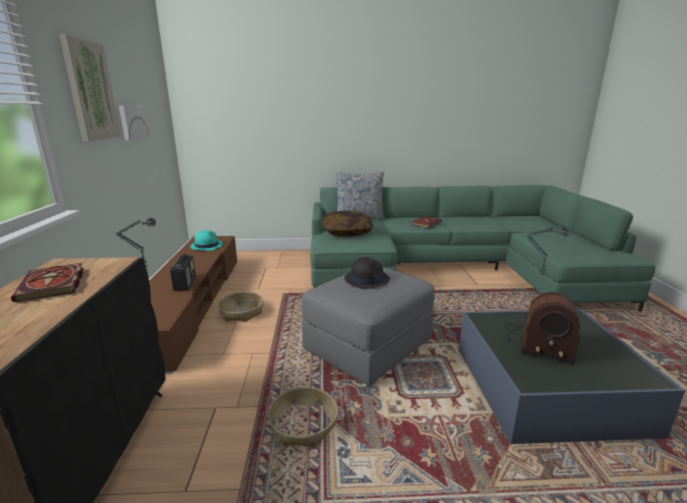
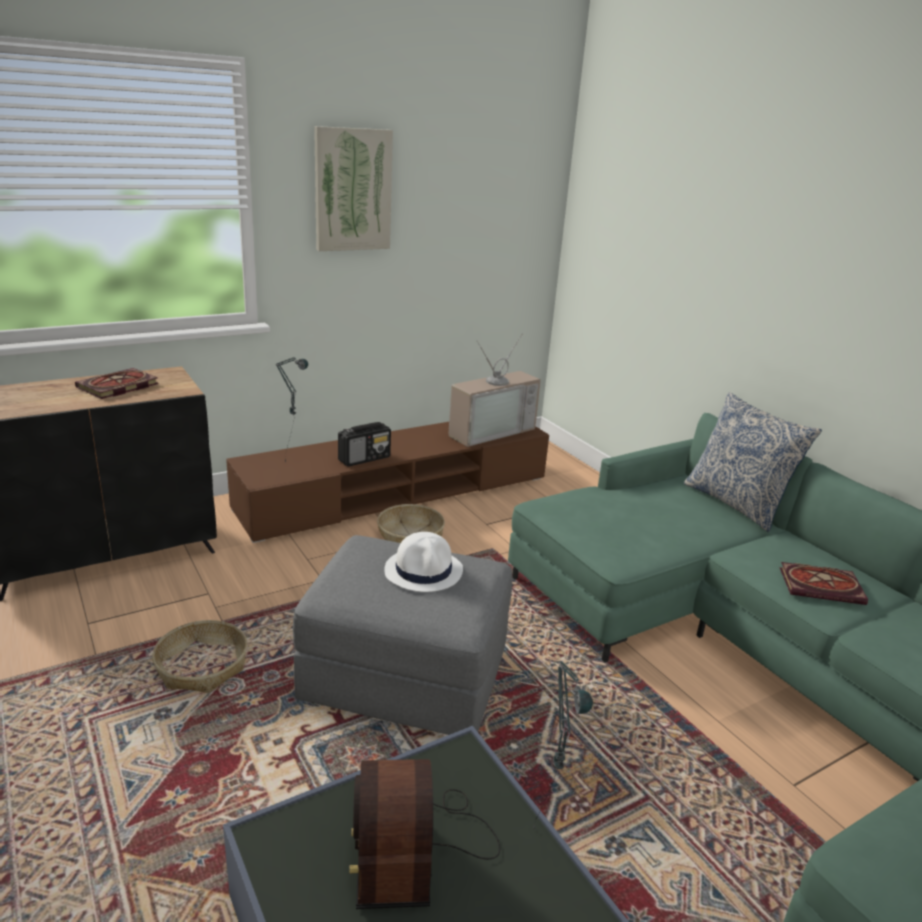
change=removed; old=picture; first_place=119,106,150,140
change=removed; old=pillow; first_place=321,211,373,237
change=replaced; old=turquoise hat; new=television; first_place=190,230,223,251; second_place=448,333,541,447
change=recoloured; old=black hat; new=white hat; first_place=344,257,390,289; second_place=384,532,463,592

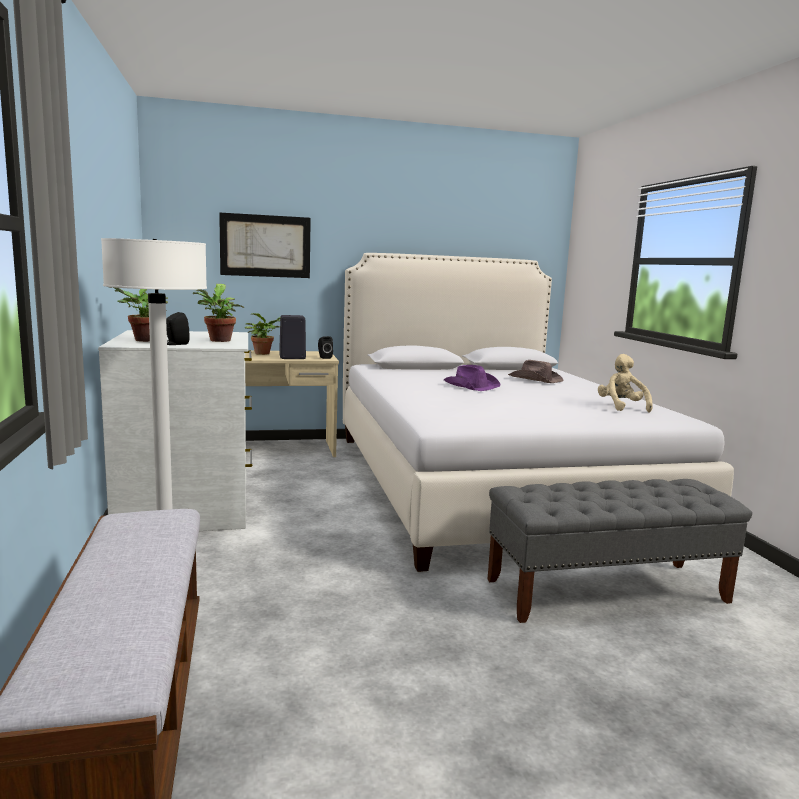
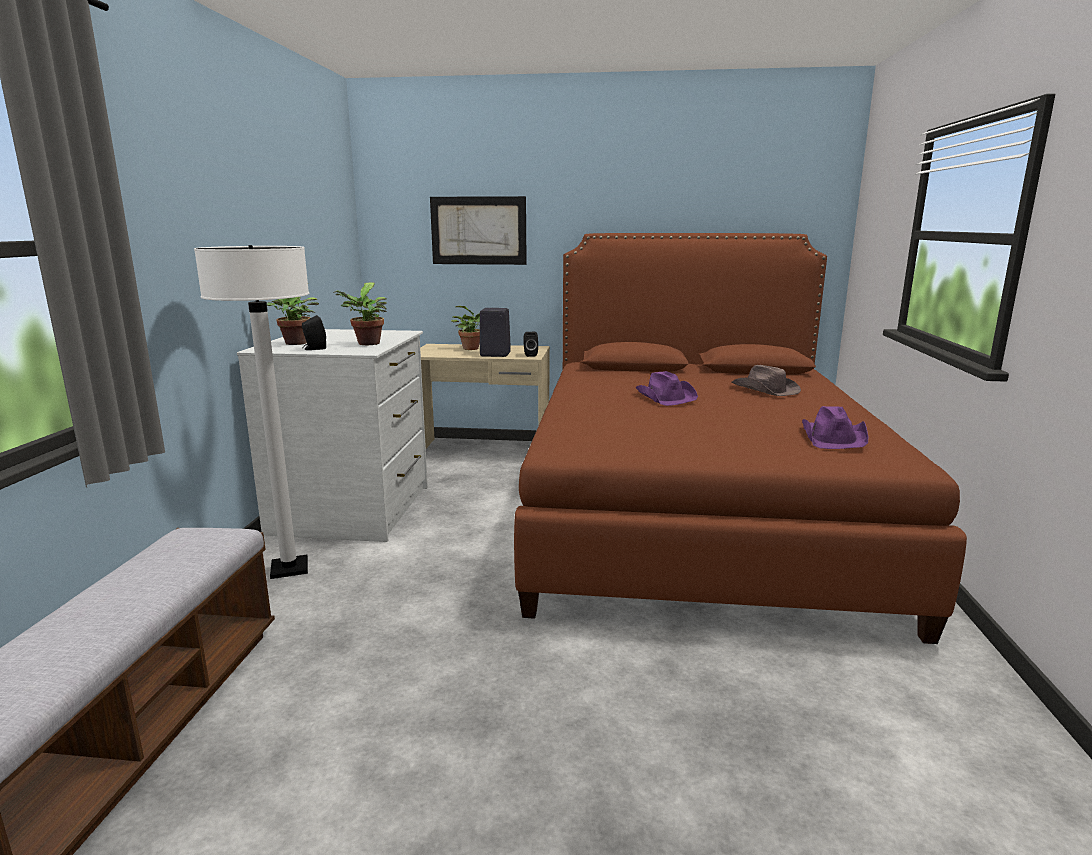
change=removed; old=grey bench; first_place=487,479,752,623
change=replaced; old=beige plush toy; new=purple hat; first_place=598,354,653,413; second_place=802,406,868,449
change=recoloured; old=white bed; new=brown bed; first_place=343,253,734,572; second_place=514,233,967,644

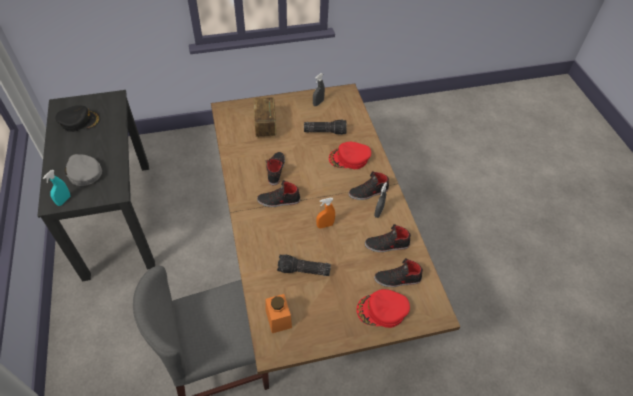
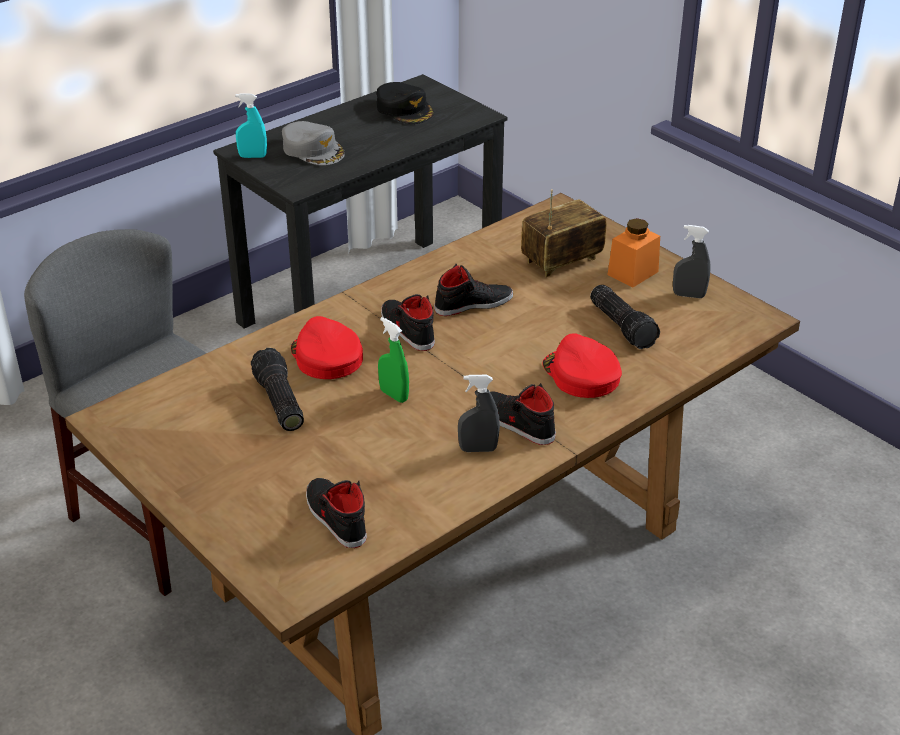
change=removed; old=black shoe; first_place=365,224,411,252
change=moved; old=orange jar; first_place=265,294,292,333; second_place=608,218,660,288
change=moved; old=red cap; first_place=356,289,410,328; second_place=291,316,363,379
change=recoloured; old=orange spray bottle; new=green spray bottle; first_place=316,198,335,228; second_place=378,317,409,403
change=turned; old=grey cap; first_place=65,154,102,186; second_place=282,121,345,165; degrees=120

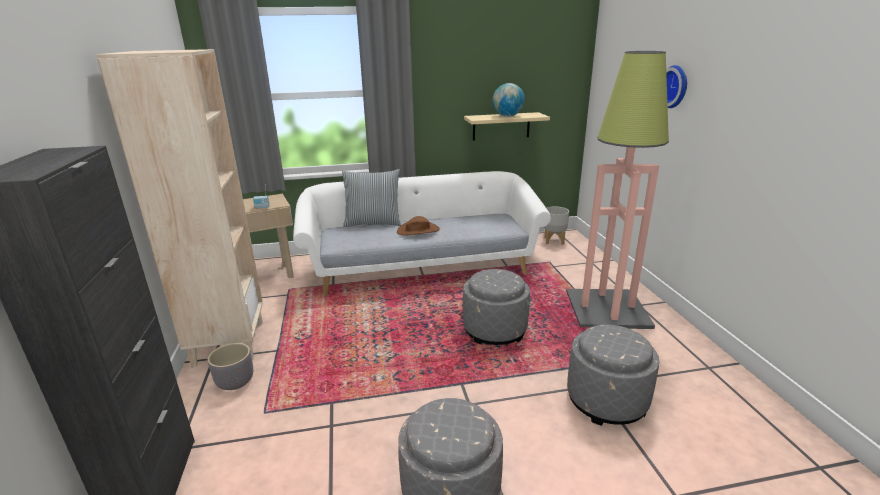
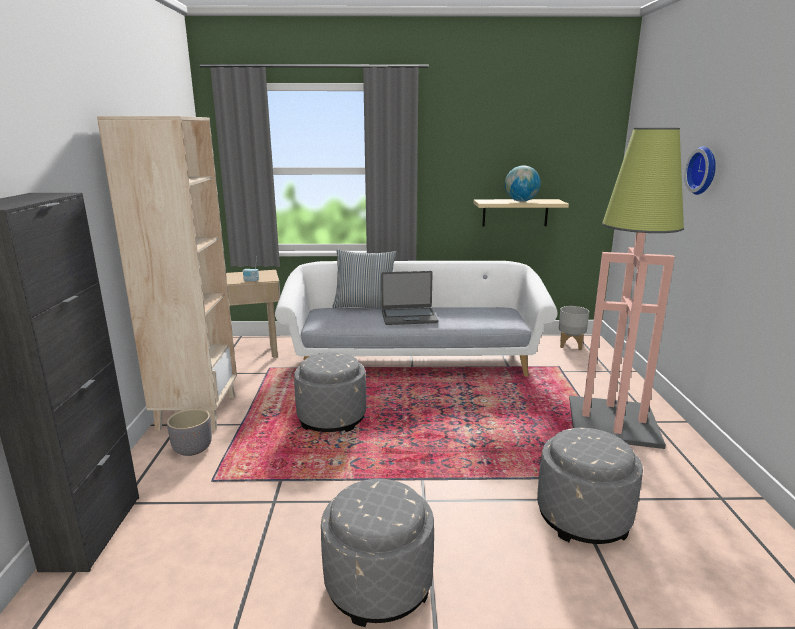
change=moved; old=grey ottoman; first_place=463,269,530,345; second_place=294,352,366,432
change=replaced; old=brown hat; new=laptop; first_place=397,216,440,235; second_place=381,271,438,325

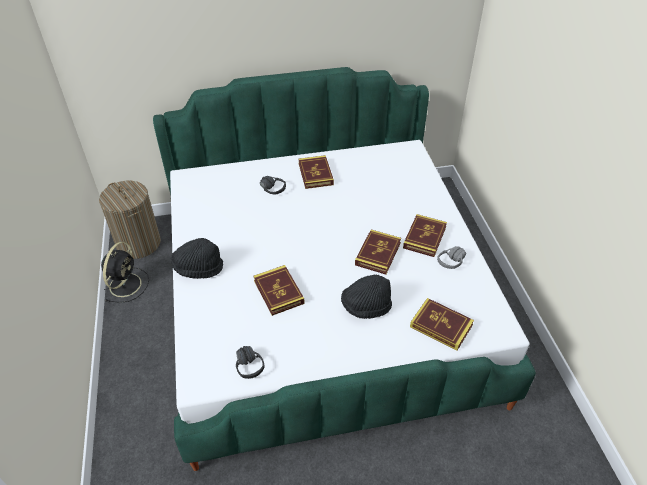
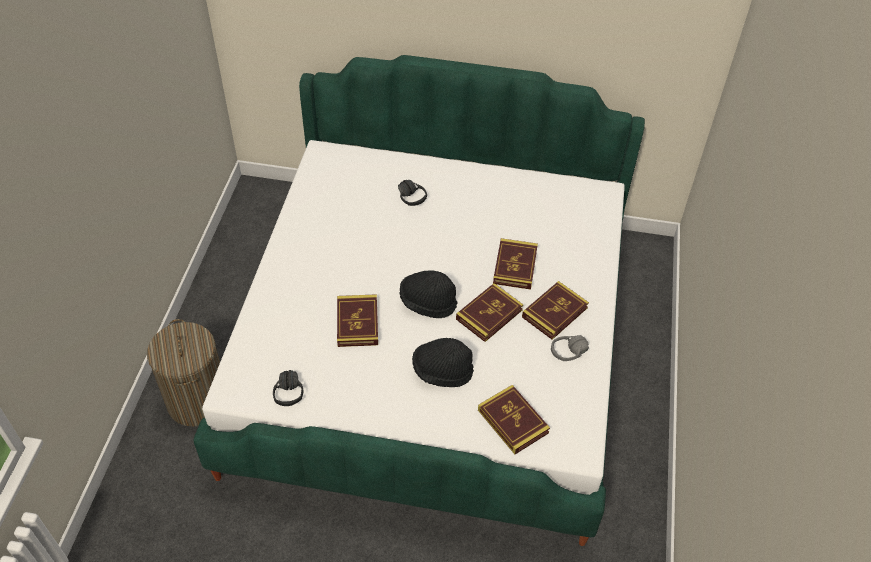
change=removed; old=black fan; first_place=101,242,149,303
change=moved; old=laundry basket; first_place=99,181,161,259; second_place=147,319,220,427
change=moved; old=black hat; first_place=171,238,223,279; second_place=400,270,458,318
change=moved; old=book; first_place=298,155,334,189; second_place=493,238,538,290

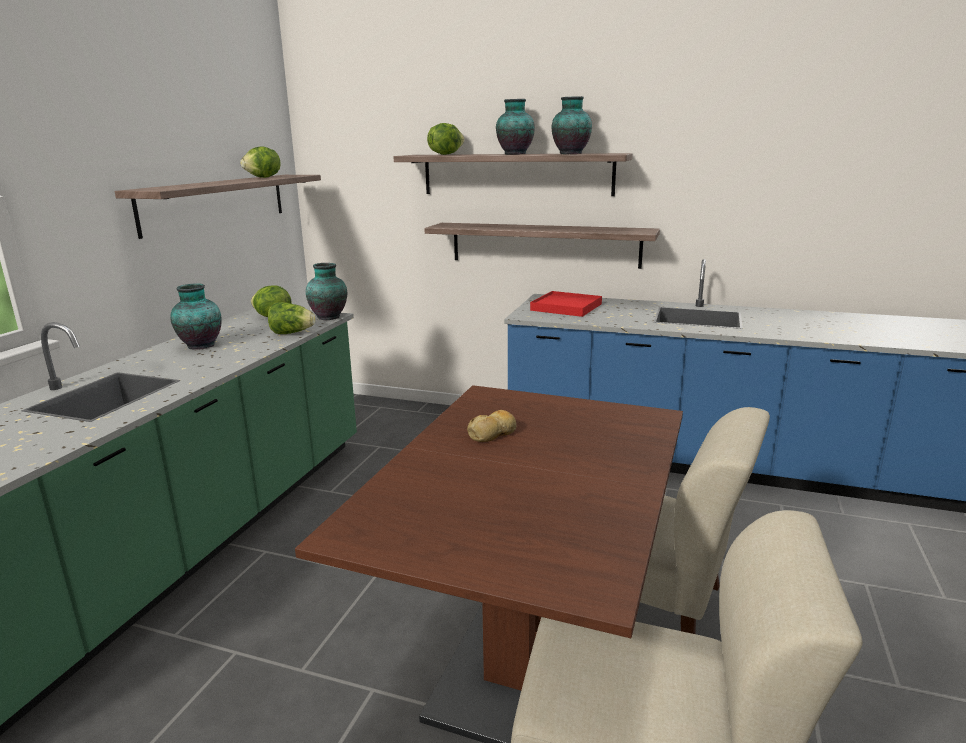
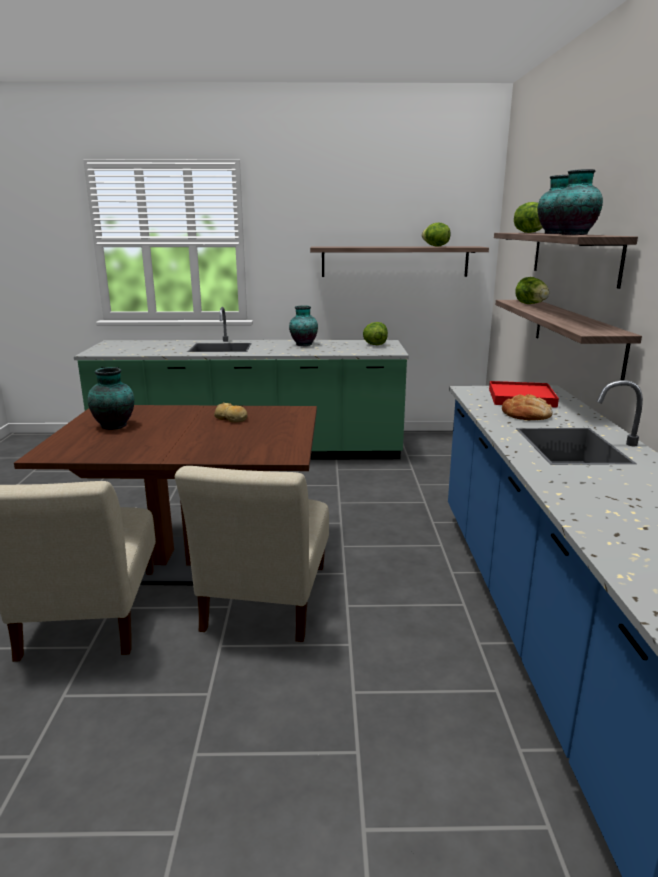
change=added; new=bread; second_place=502,394,553,420
change=moved; old=lettuce; first_place=268,302,316,334; second_place=515,277,549,304
change=moved; old=vase; first_place=306,263,347,320; second_place=87,367,135,430

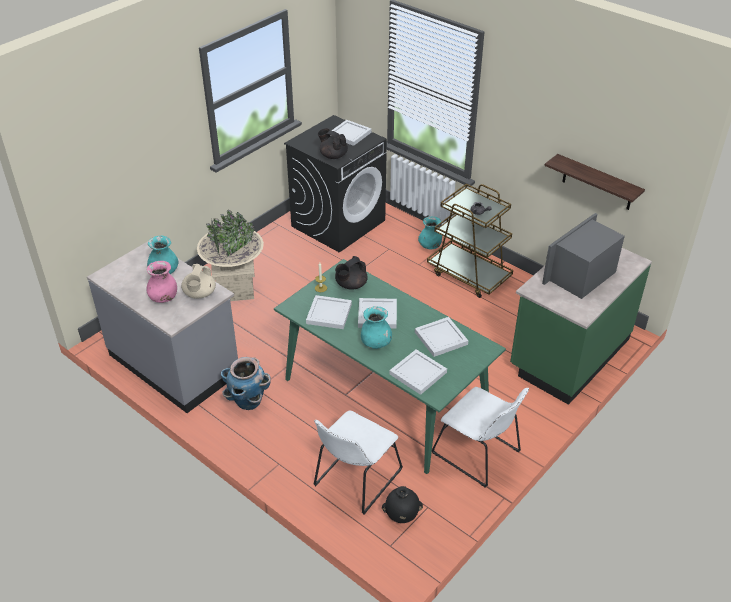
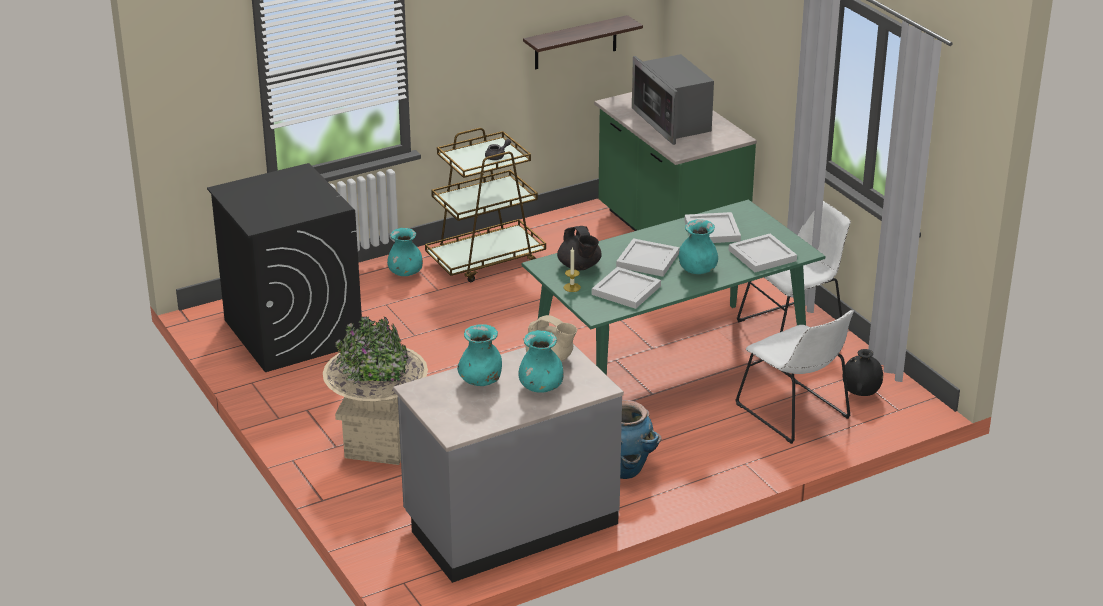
change=removed; old=black teapot; first_place=318,128,348,159
change=removed; old=white tray; first_place=330,120,372,146
change=recoloured; old=pink vase; new=turquoise vase; first_place=146,261,177,303; second_place=518,330,564,393

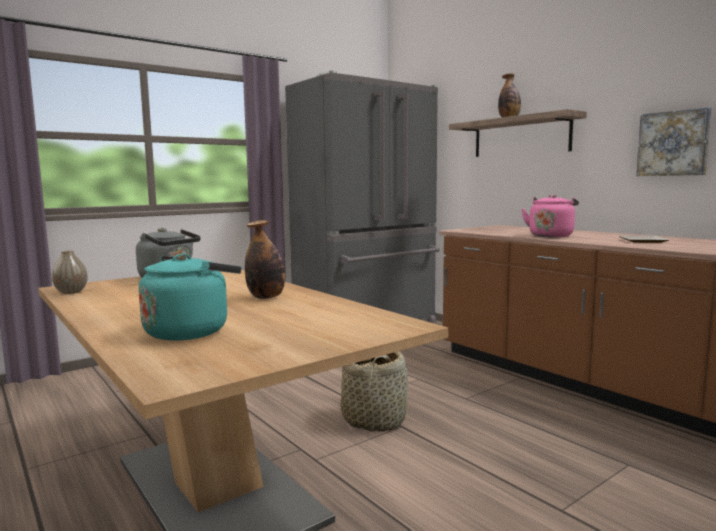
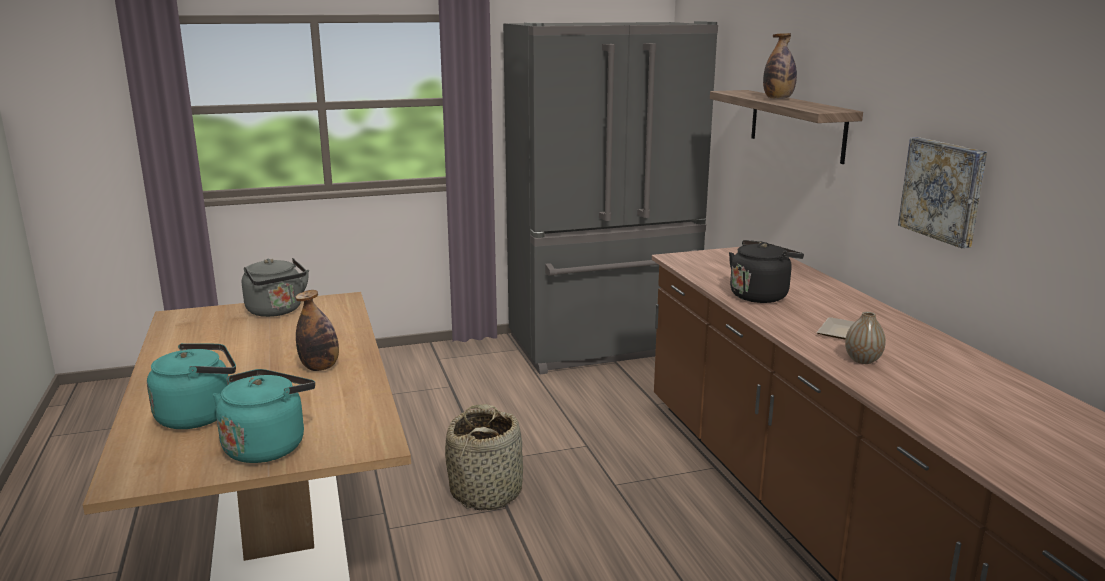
change=added; new=turquoise kettle; second_place=213,369,315,463
change=moved; old=vase; first_place=52,250,88,294; second_place=845,312,886,364
change=recoloured; old=pink kettle; new=black kettle; first_place=521,194,579,237; second_place=729,240,804,303

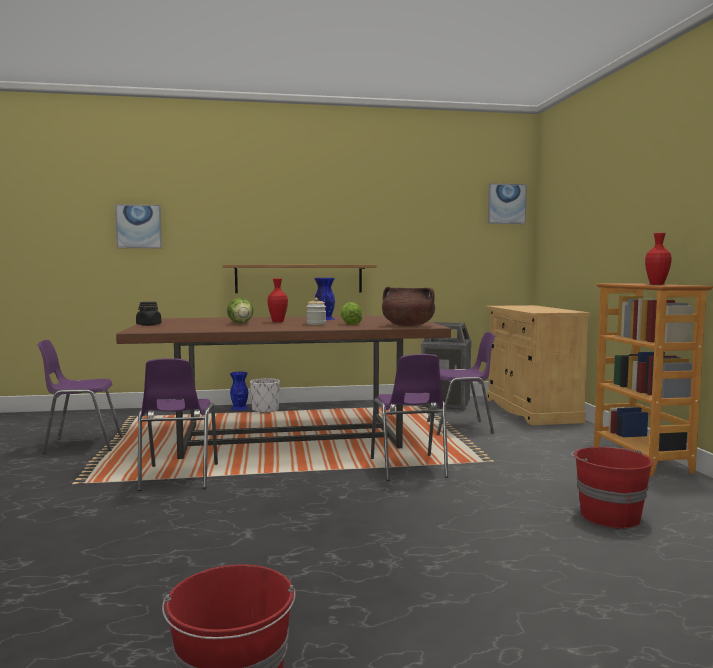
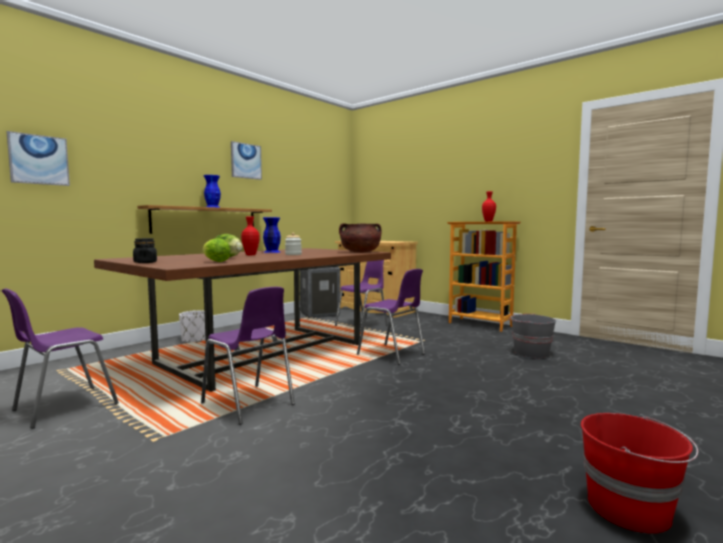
change=moved; old=blue vase; first_place=230,372,248,410; second_place=204,175,221,208
change=moved; old=lettuce; first_place=340,302,362,325; second_place=202,238,231,262
change=moved; old=picture; first_place=488,183,527,224; second_place=231,141,262,180
change=recoloured; old=red bucket; new=grey bucket; first_place=571,447,653,529; second_place=509,313,556,358

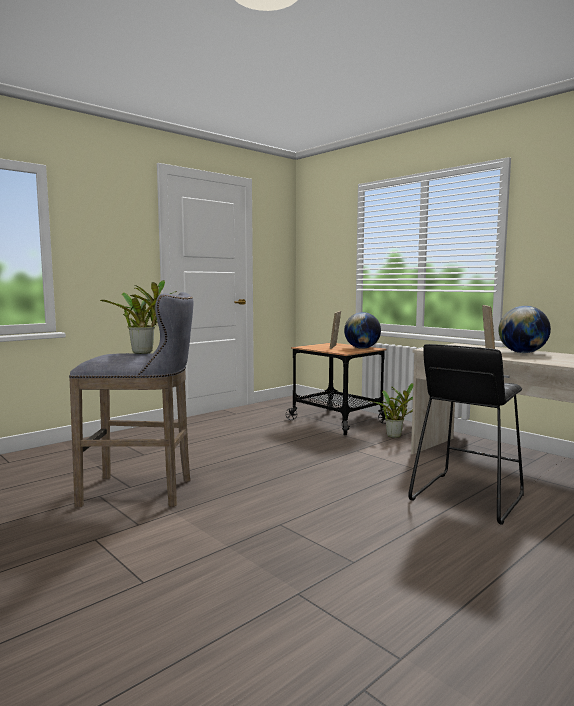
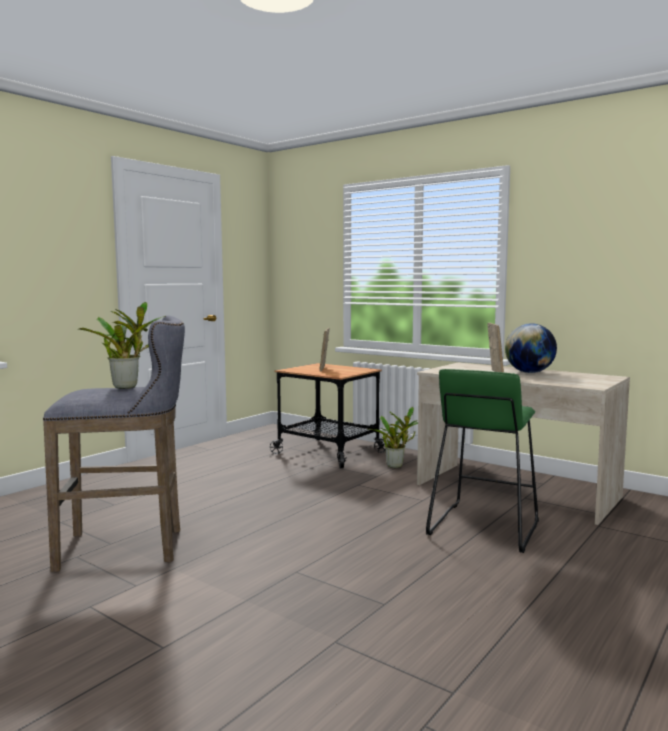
change=removed; old=globe; first_place=344,312,381,349
change=recoloured; old=black stool; new=green stool; first_place=408,344,524,525; second_place=426,369,539,553

